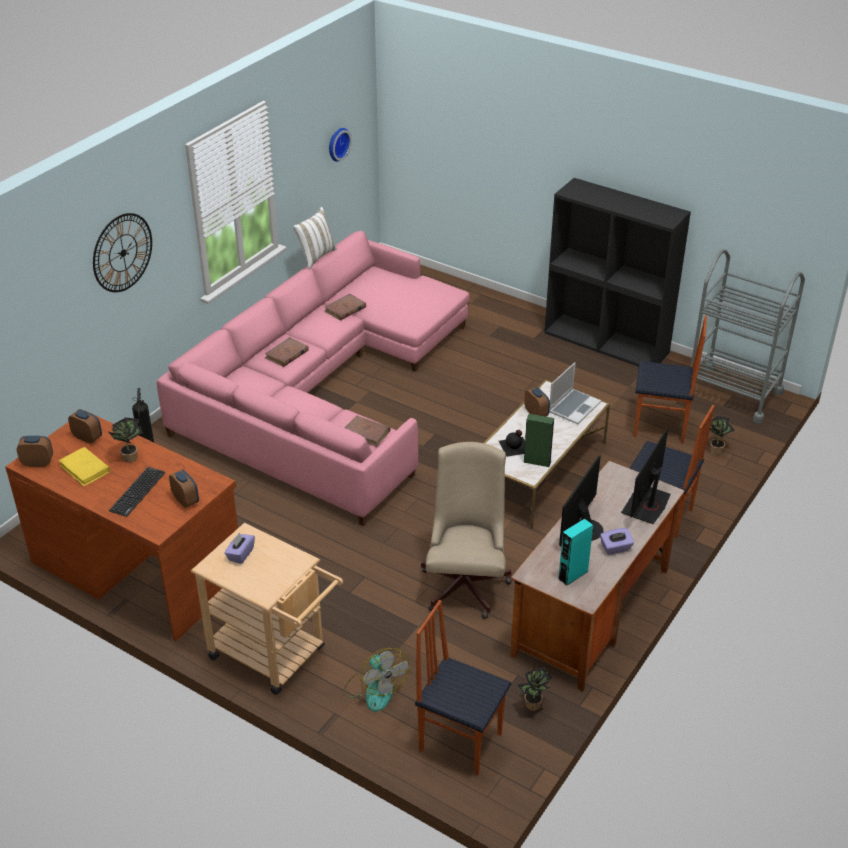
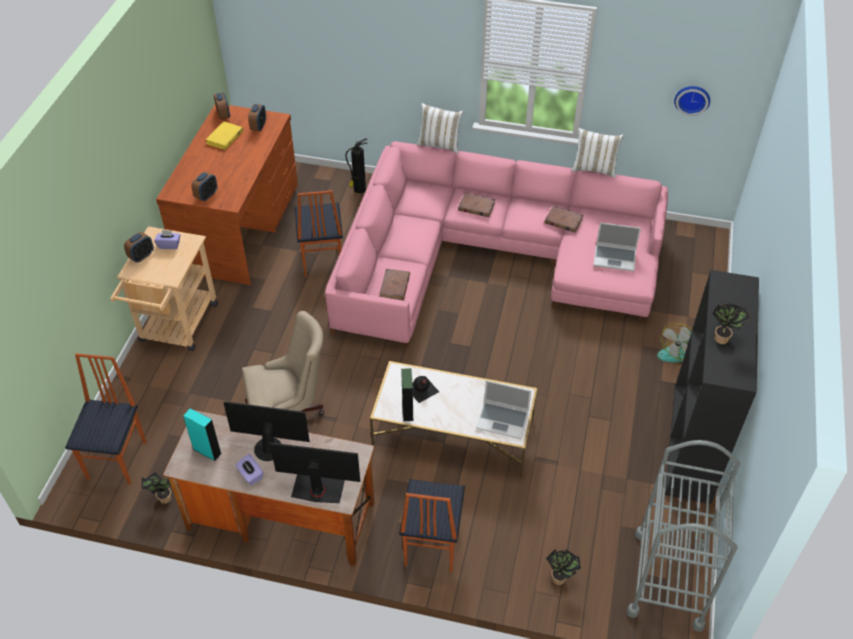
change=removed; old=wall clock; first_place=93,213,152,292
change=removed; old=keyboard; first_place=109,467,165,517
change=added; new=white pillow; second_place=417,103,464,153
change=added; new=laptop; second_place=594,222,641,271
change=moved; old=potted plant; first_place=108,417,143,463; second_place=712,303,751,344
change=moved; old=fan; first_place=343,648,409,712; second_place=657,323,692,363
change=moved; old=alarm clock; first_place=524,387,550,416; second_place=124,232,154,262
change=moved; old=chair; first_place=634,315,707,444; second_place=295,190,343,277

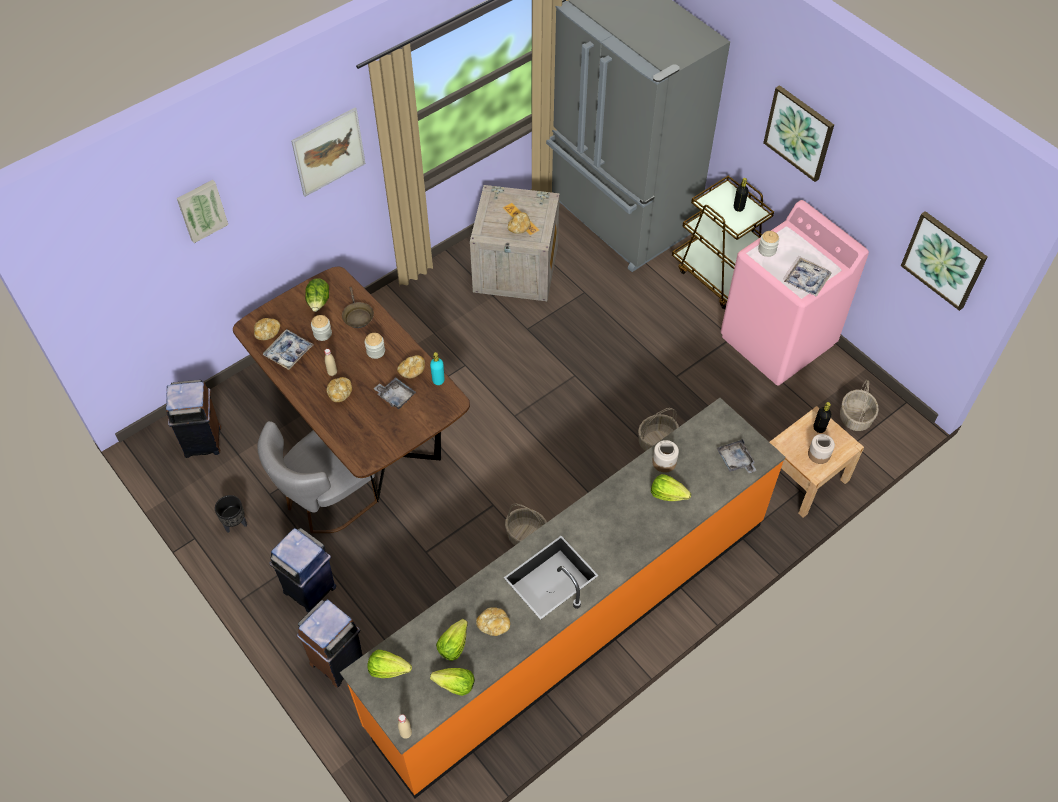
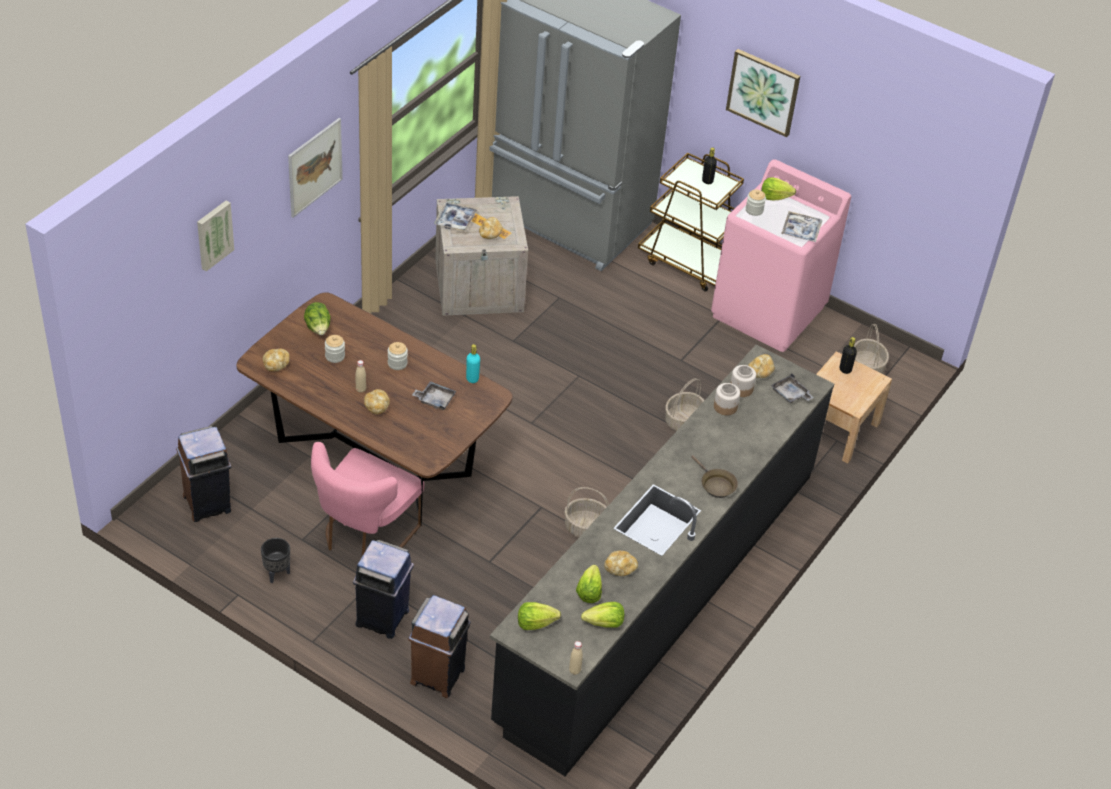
change=removed; old=picture; first_place=901,211,988,311
change=moved; old=tray; first_place=263,329,313,370; second_place=434,202,477,232
change=moved; old=brown frying pan; first_place=342,287,374,328; second_place=691,455,738,498
change=moved; old=bread; first_place=397,355,425,379; second_place=748,354,775,378
change=moved; old=lettuce; first_place=651,474,691,501; second_place=761,177,796,200
change=moved; old=jar; first_place=808,434,835,464; second_place=731,365,756,397
change=recoloured; old=grey chair; new=pink chair; first_place=257,421,379,533; second_place=311,442,424,556
change=recoloured; old=orange counter; new=black counter; first_place=340,398,786,798; second_place=490,345,834,776

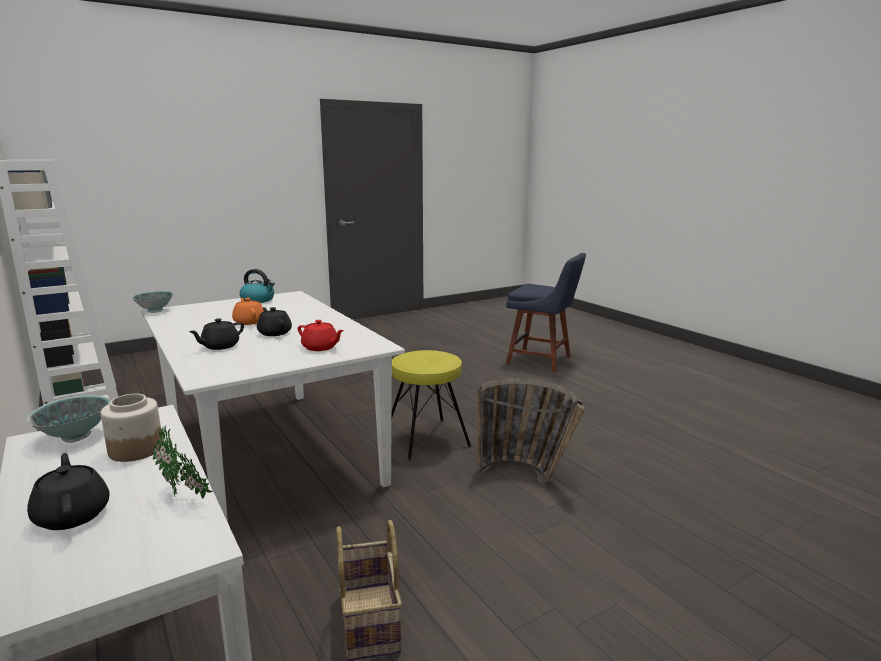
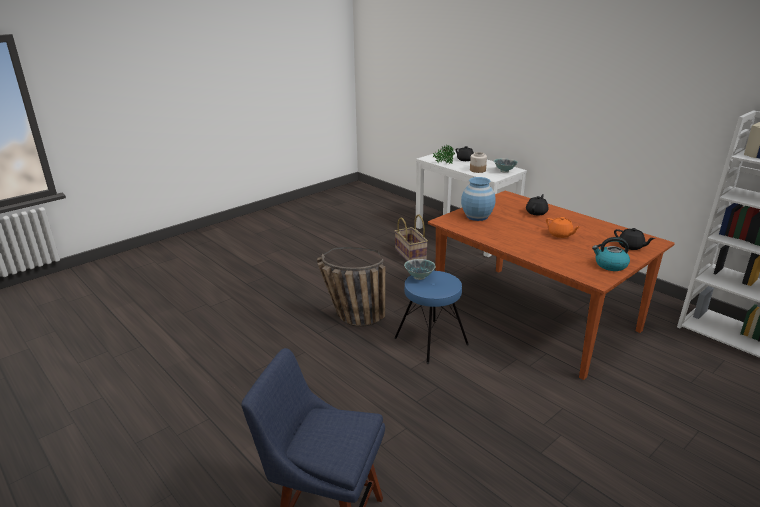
change=moved; old=bowl; first_place=132,291,174,313; second_place=404,259,436,280
change=moved; old=black teapot; first_place=257,307,292,336; second_place=614,228,655,250
change=replaced; old=red teapot; new=blue vase; first_place=298,320,344,351; second_place=461,177,496,221
change=recoloured; old=white dining table; new=brown dining table; first_place=141,291,405,522; second_place=428,191,675,380
change=recoloured; old=yellow stool; new=blue stool; first_place=392,350,471,461; second_place=394,271,469,364

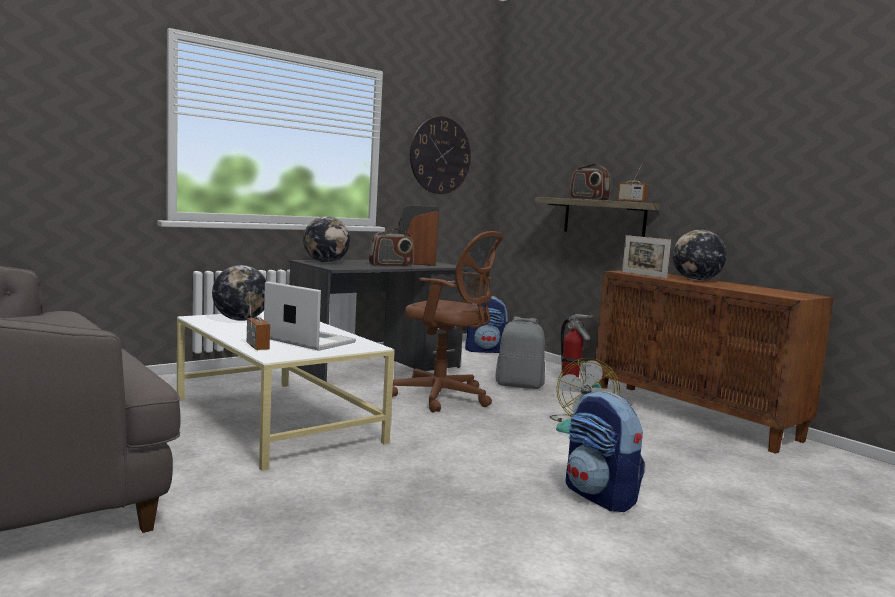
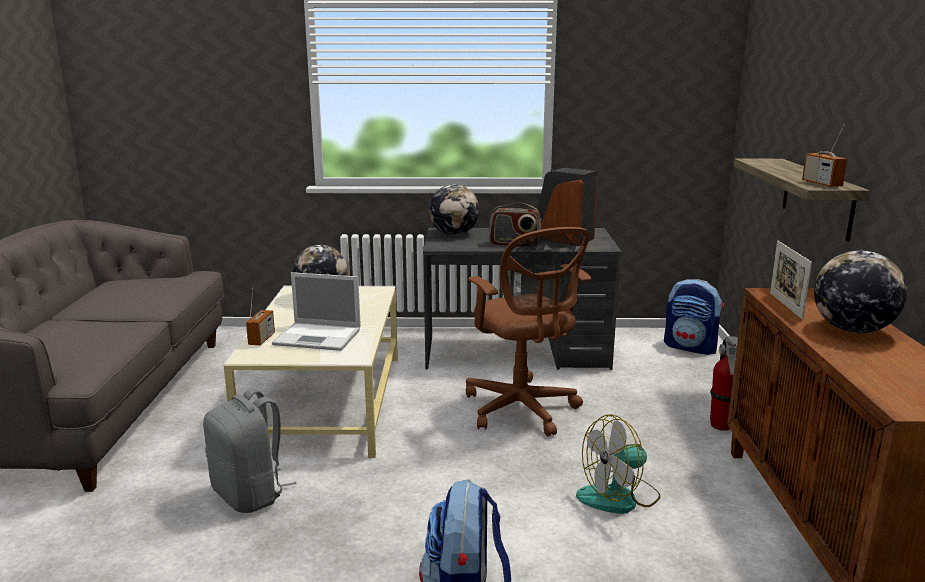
change=removed; old=wall clock; first_place=410,117,471,194
change=removed; old=radio; first_place=570,163,610,200
change=moved; old=grey backpack; first_place=495,317,545,389; second_place=203,388,297,513
change=turned; old=laptop; first_place=264,281,356,351; second_place=272,272,361,351; degrees=120

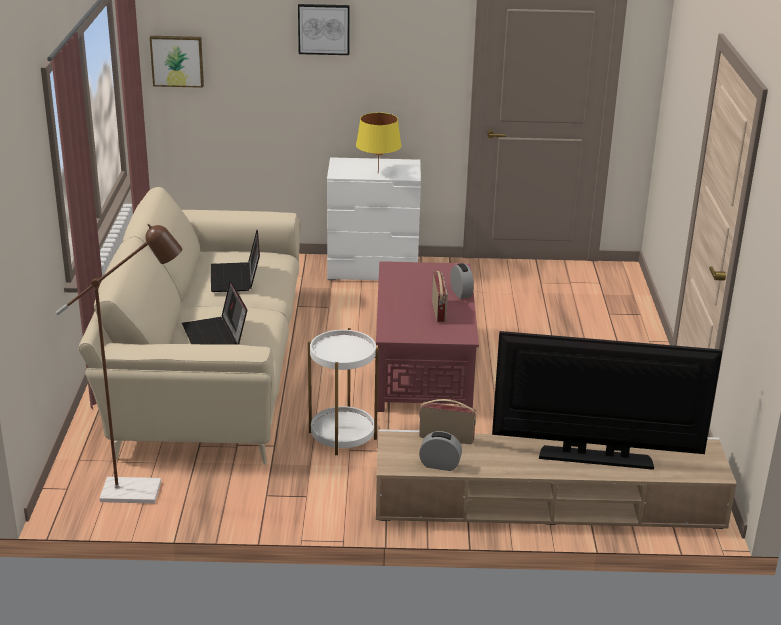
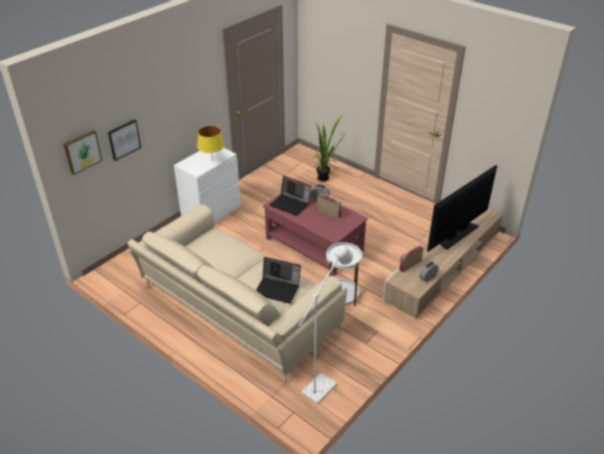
change=added; new=potted plant; second_place=313,116,346,182
change=moved; old=laptop; first_place=211,230,260,292; second_place=270,176,311,216
change=moved; old=picture; first_place=298,4,350,55; second_place=108,119,141,161
change=recoloured; old=brown floor lamp; new=white floor lamp; first_place=56,224,183,503; second_place=299,245,353,405

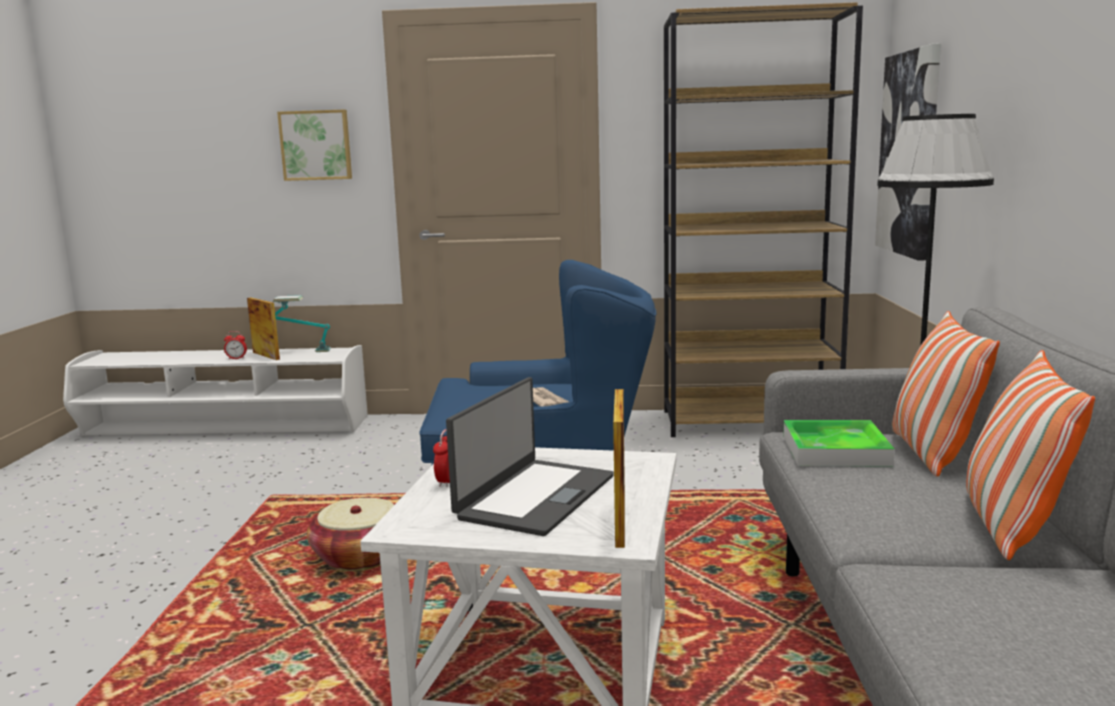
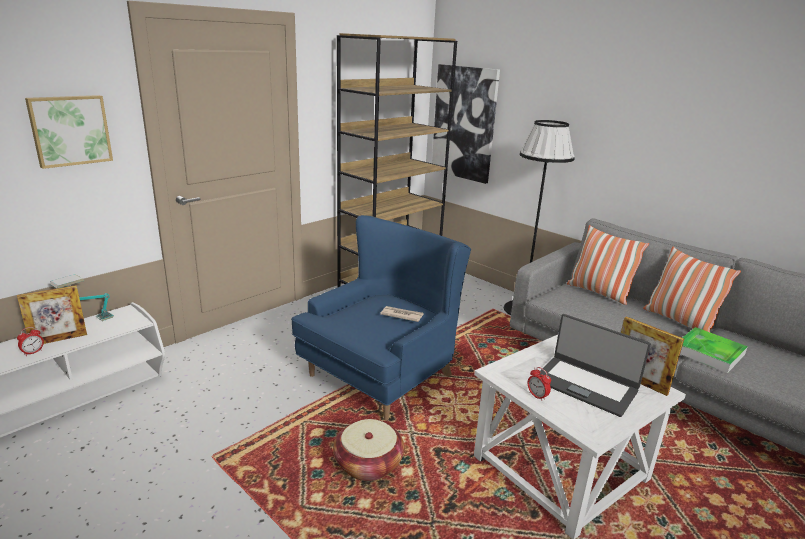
change=moved; old=tray; first_place=783,420,895,467; second_place=680,327,748,373
change=turned; old=picture frame; first_place=247,298,280,360; second_place=17,285,87,344; degrees=150
change=turned; old=laptop; first_place=446,377,614,536; second_place=540,314,651,417; degrees=150

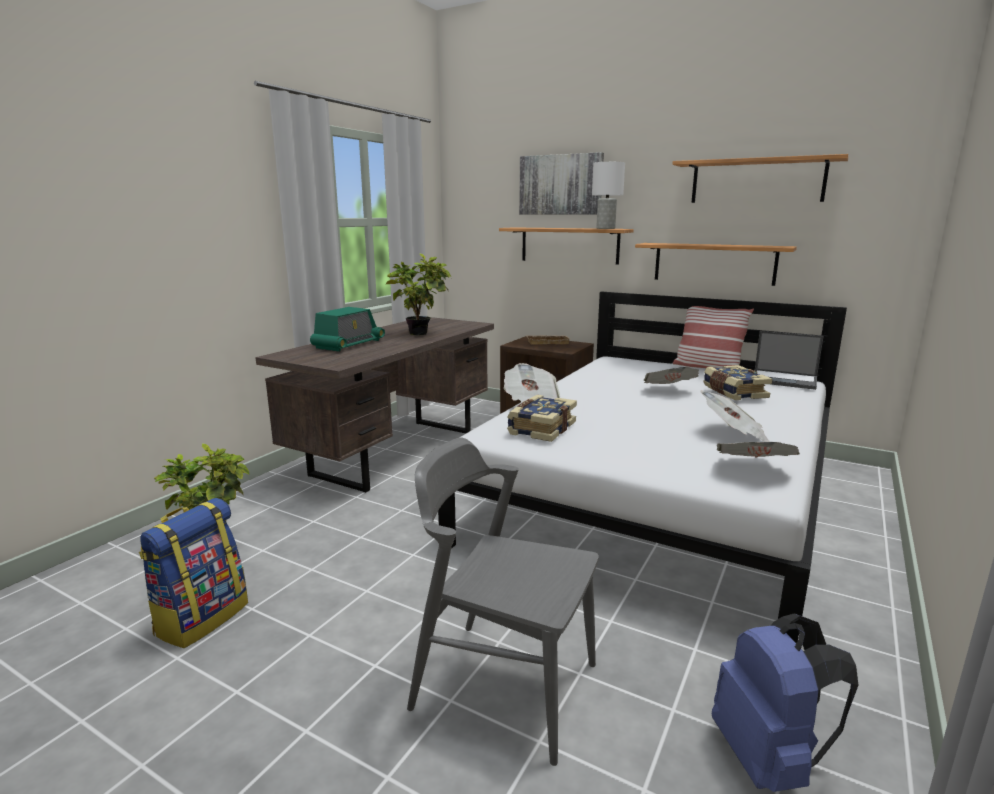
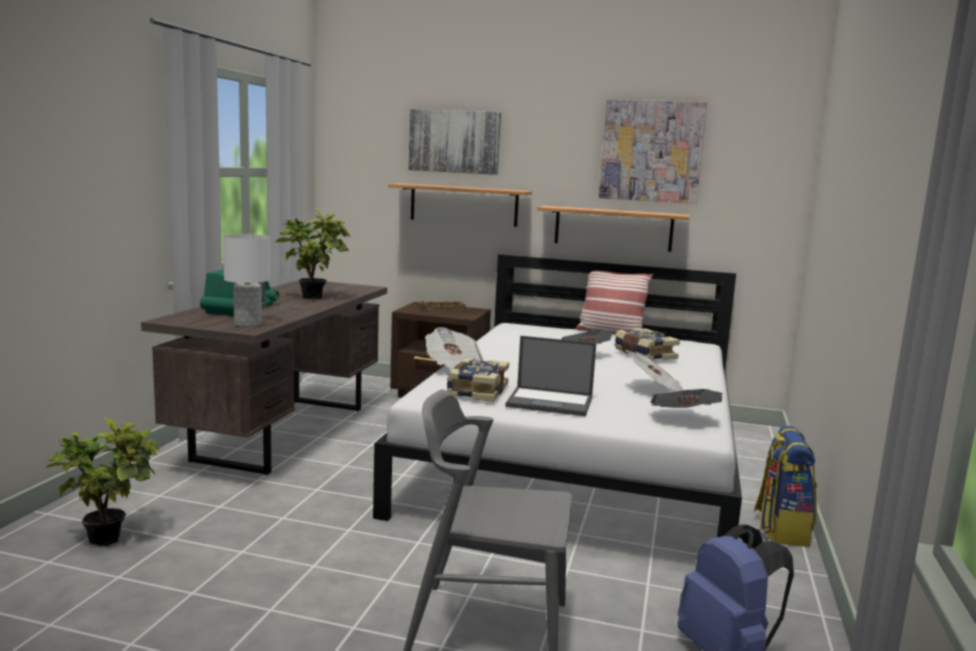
change=moved; old=backpack; first_place=139,498,248,648; second_place=754,426,817,547
change=moved; old=white table lamp; first_place=592,162,625,229; second_place=223,234,270,327
change=moved; old=laptop; first_place=754,331,824,390; second_place=505,336,596,416
change=replaced; old=shelf; new=picture; first_place=672,154,849,203; second_place=599,99,707,204

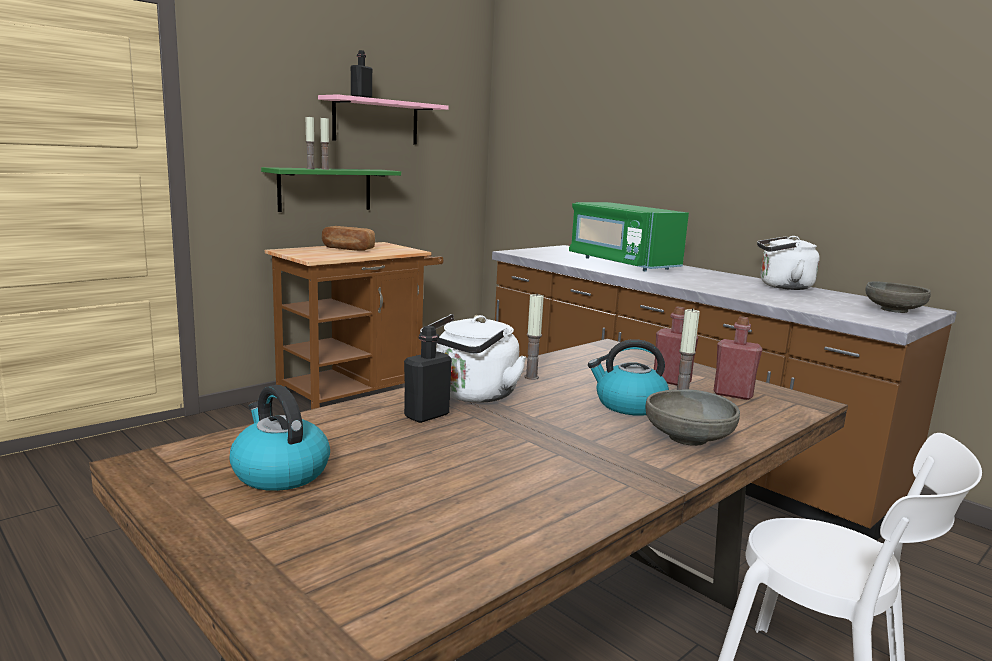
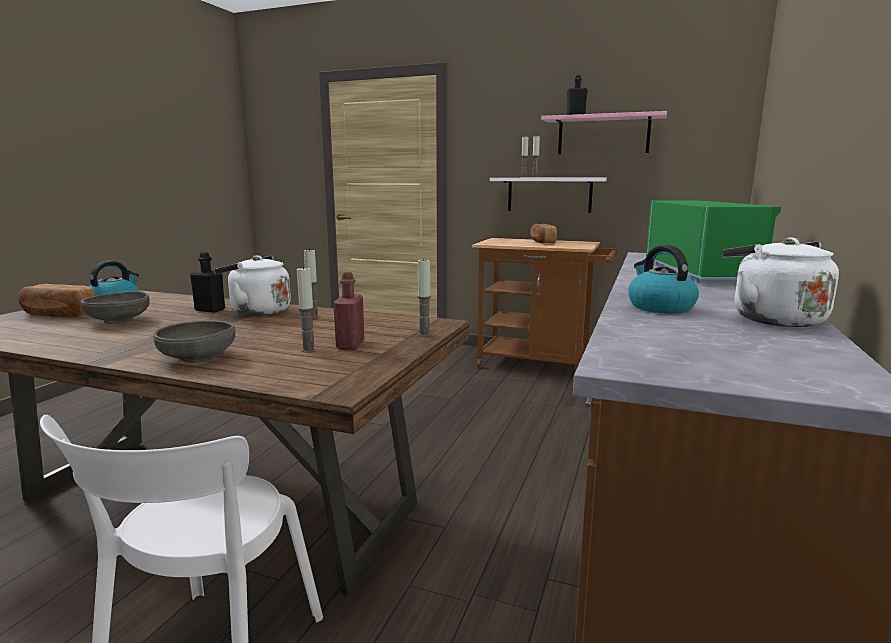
change=removed; old=red bottle; first_place=713,316,763,400
change=added; new=bread; second_place=18,284,95,318
change=added; new=candle; second_place=417,258,431,337
change=moved; old=kettle; first_place=588,339,669,416; second_place=628,245,699,313
change=moved; old=grey bowl; first_place=866,281,931,313; second_place=81,291,150,324
change=recoloured; old=green shelf; new=white shelf; first_place=261,167,401,212; second_place=490,178,607,213
change=turned; old=green microwave; first_place=569,202,689,271; second_place=646,201,781,282; degrees=150

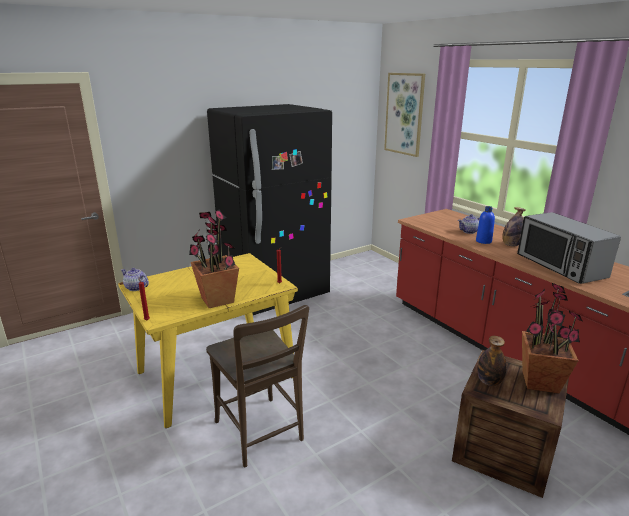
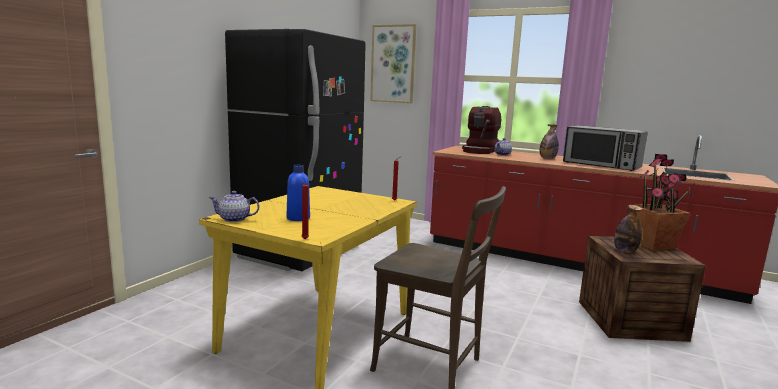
change=removed; old=potted plant; first_place=189,209,239,308
change=added; new=coffee machine; second_place=462,106,501,154
change=moved; old=blue bottle; first_place=476,206,495,244; second_place=287,165,310,221

